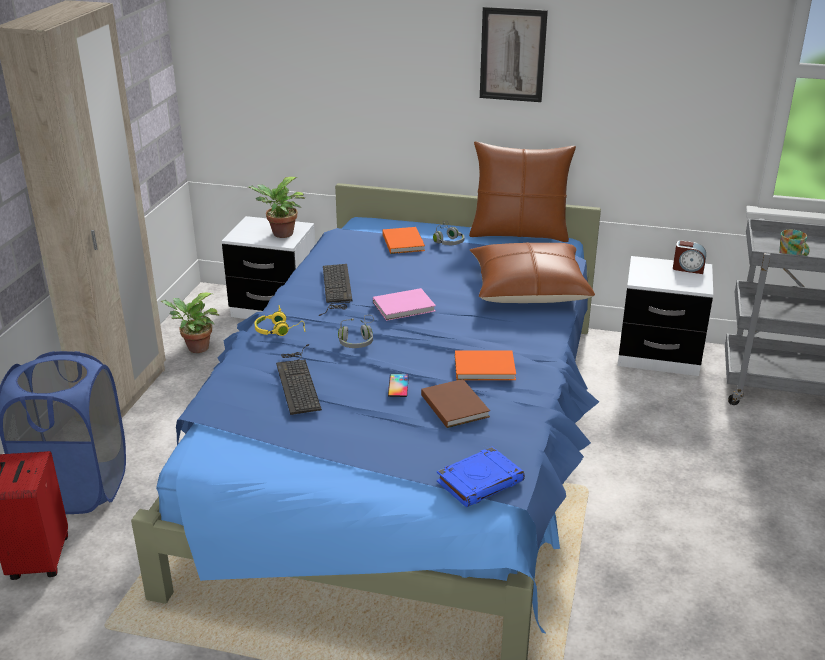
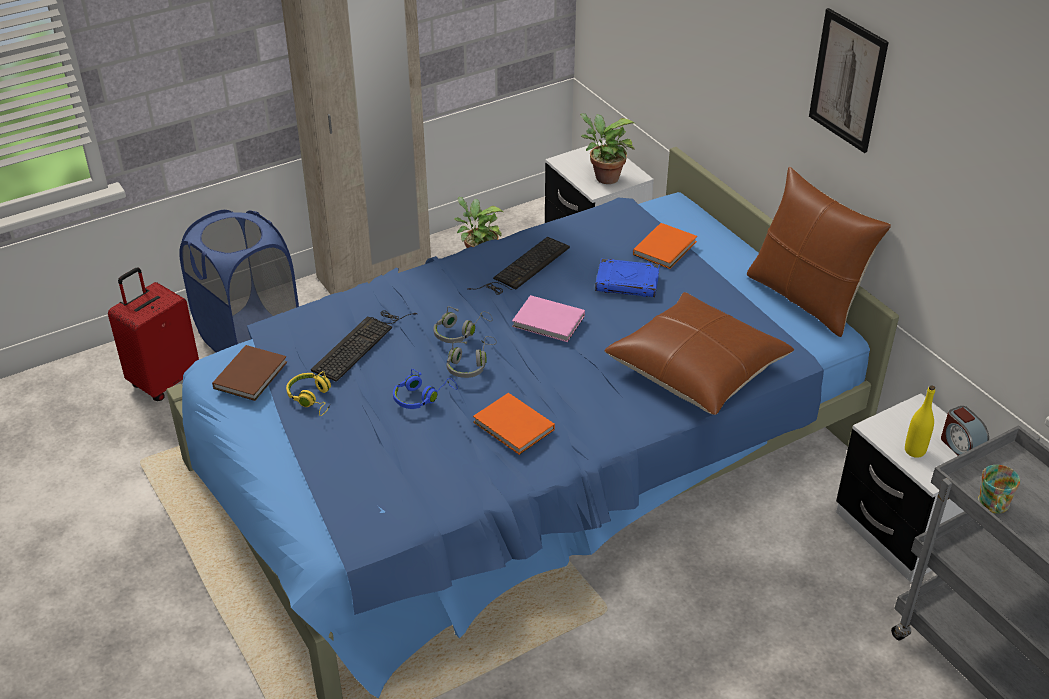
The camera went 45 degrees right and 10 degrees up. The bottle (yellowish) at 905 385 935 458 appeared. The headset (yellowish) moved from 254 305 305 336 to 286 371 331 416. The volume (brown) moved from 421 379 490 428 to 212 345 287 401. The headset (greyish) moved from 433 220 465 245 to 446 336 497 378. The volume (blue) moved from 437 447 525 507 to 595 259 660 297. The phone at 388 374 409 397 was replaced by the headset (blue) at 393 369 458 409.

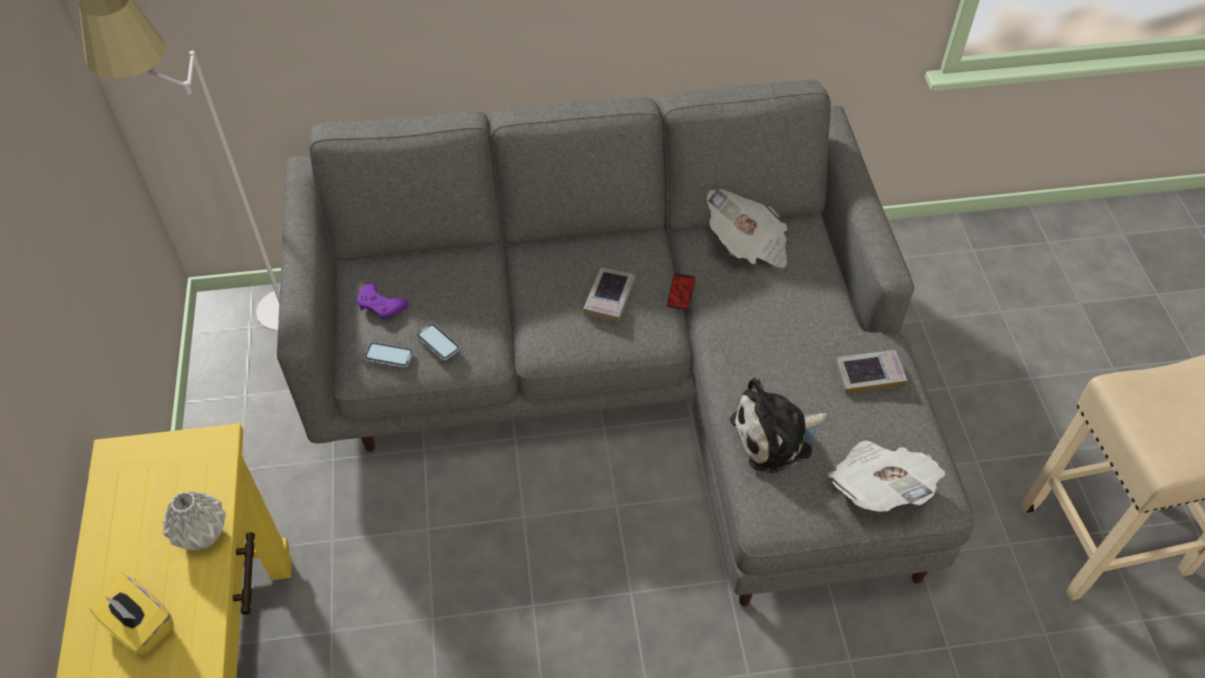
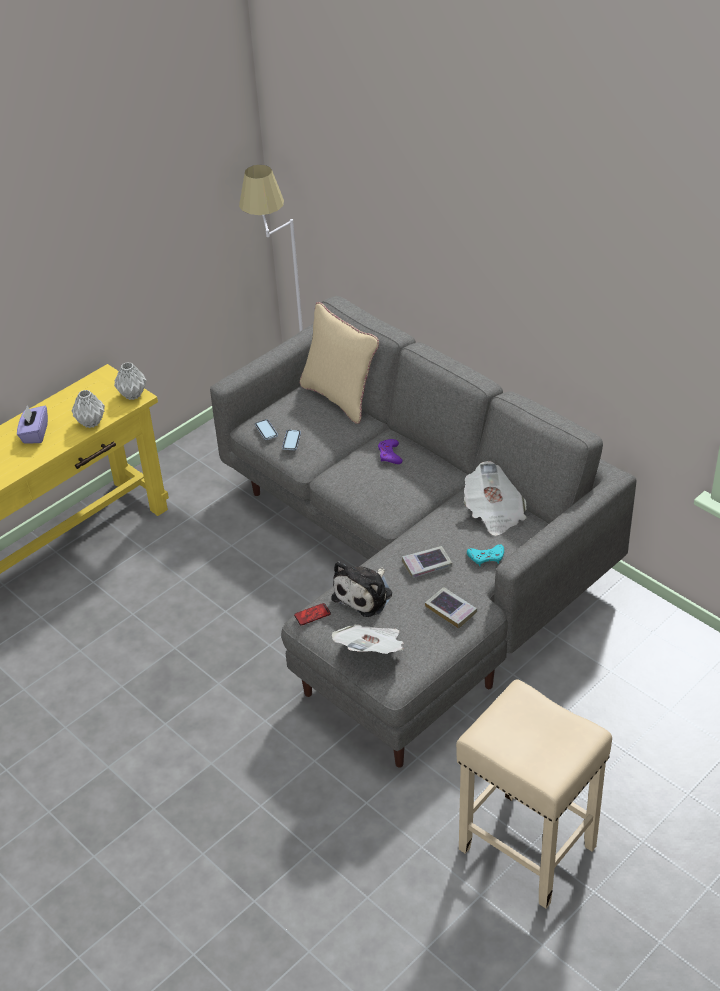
The camera went 55 degrees right and 10 degrees down. The flower vase (greyish) at 114 362 147 400 appeared. The throw pillow (beige-coloured) at 300 302 379 424 appeared. The joypad (blue-green) at 467 544 504 566 appeared. The joypad (purple-coloured) moved from 357 283 409 321 to 378 439 403 464. The volume moved from 583 268 636 322 to 402 546 452 578. The phone moved from 667 273 695 310 to 294 603 331 626. The tissue box (yellowish) at 89 572 174 655 became the tissue box (purple-coloured) at 17 406 48 444. The plush toy at 730 377 827 474 turned 90 degrees counterclockwise.

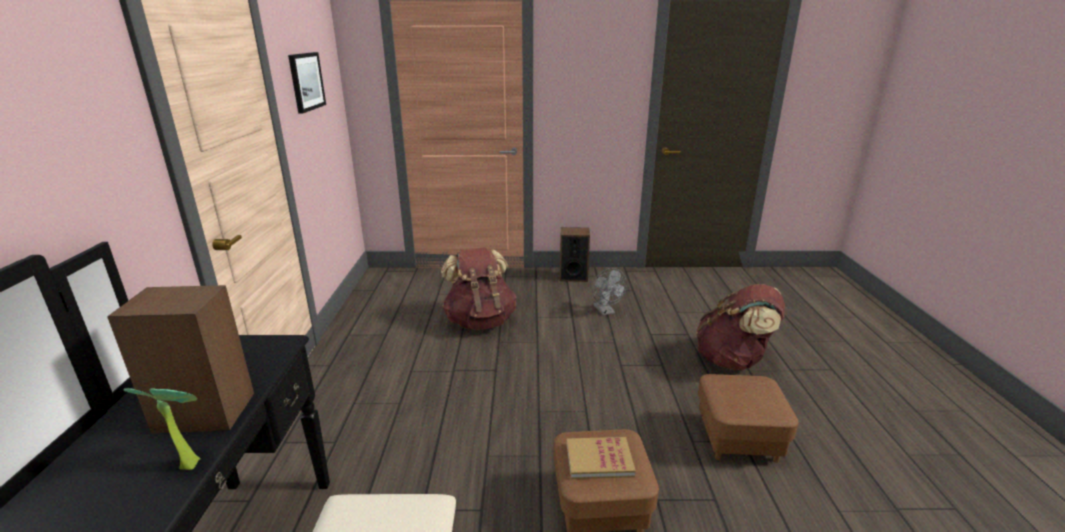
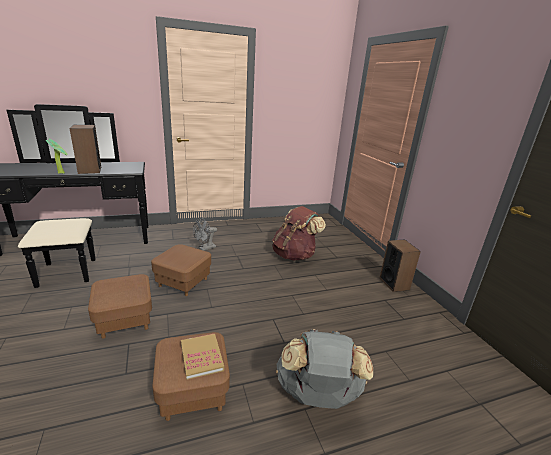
The camera went 70 degrees right and 0 degrees up. The wall picture at 288 52 326 114 disappeared. The ottoman (brown) at 151 244 211 296 appeared. The volume moved from 566 437 636 479 to 181 334 225 380. The cooling fan (greyish) moved from 592 268 627 316 to 193 217 217 251. The backpack (brown) at 696 284 785 370 became the backpack (greyish) at 276 329 373 409.

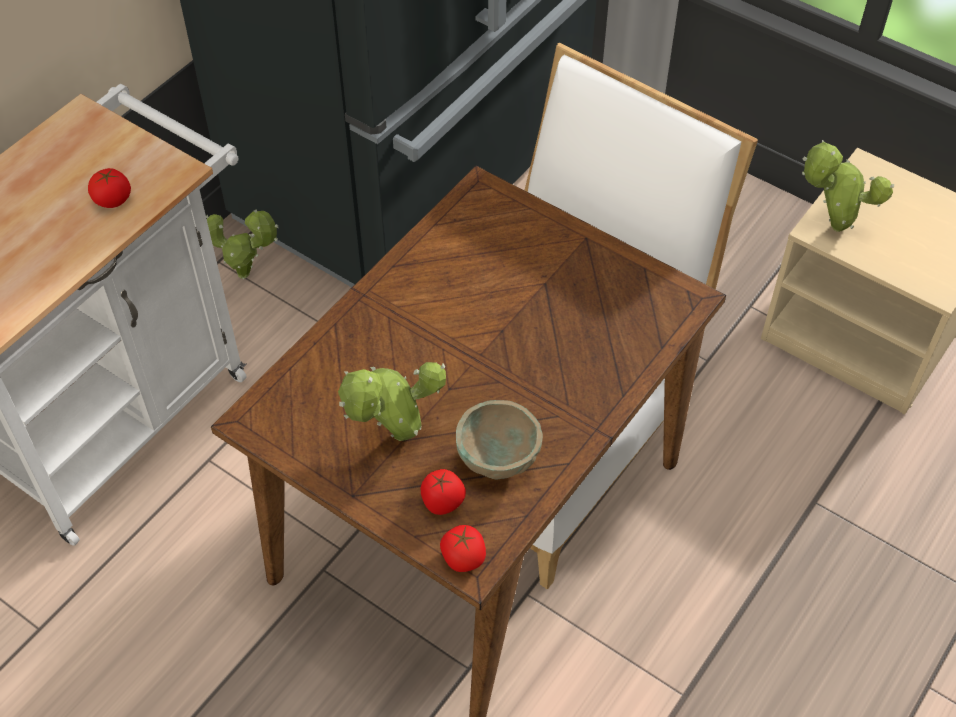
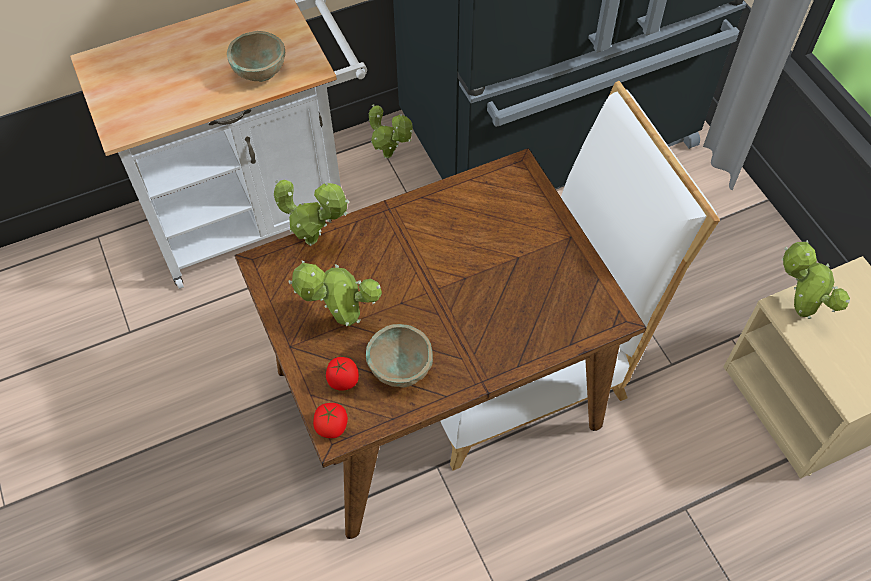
The camera went 30 degrees right and 5 degrees up. The plant in a pot at 274 180 349 246 appeared. The tomato at 88 168 131 208 was replaced by the deep dish (beige-coloured) at 227 31 285 82.

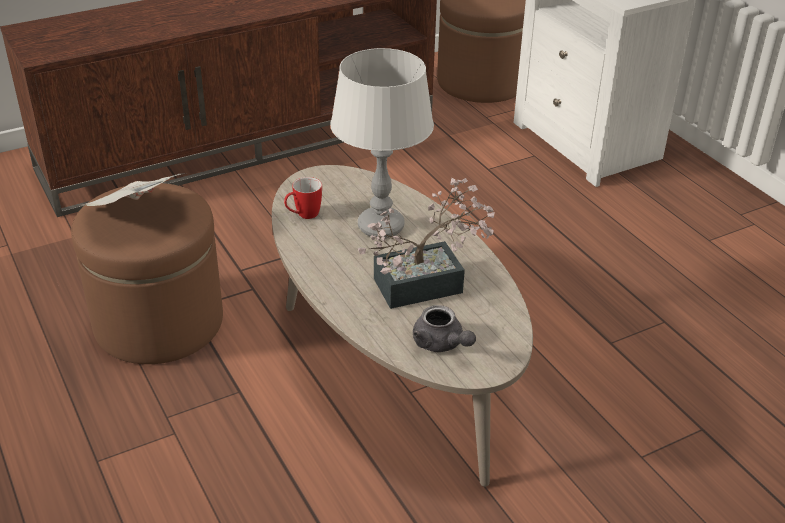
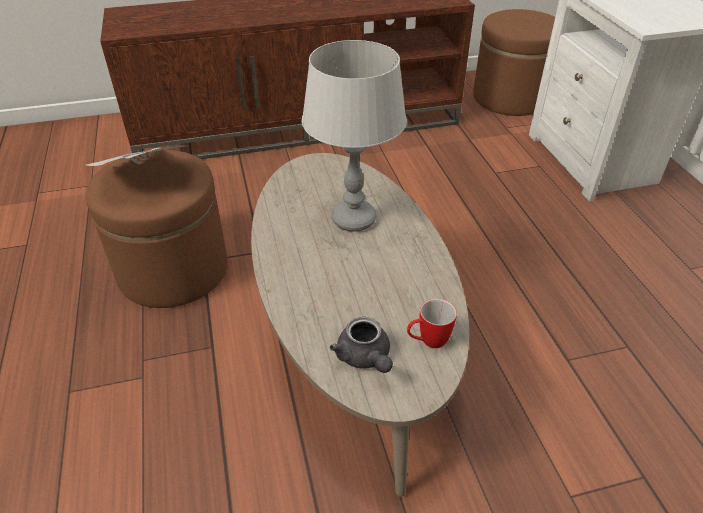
The camera went 15 degrees right and 5 degrees up. The plant in a pot at 358 178 494 309 disappeared. The mug moved from 284 177 322 219 to 407 299 457 348.

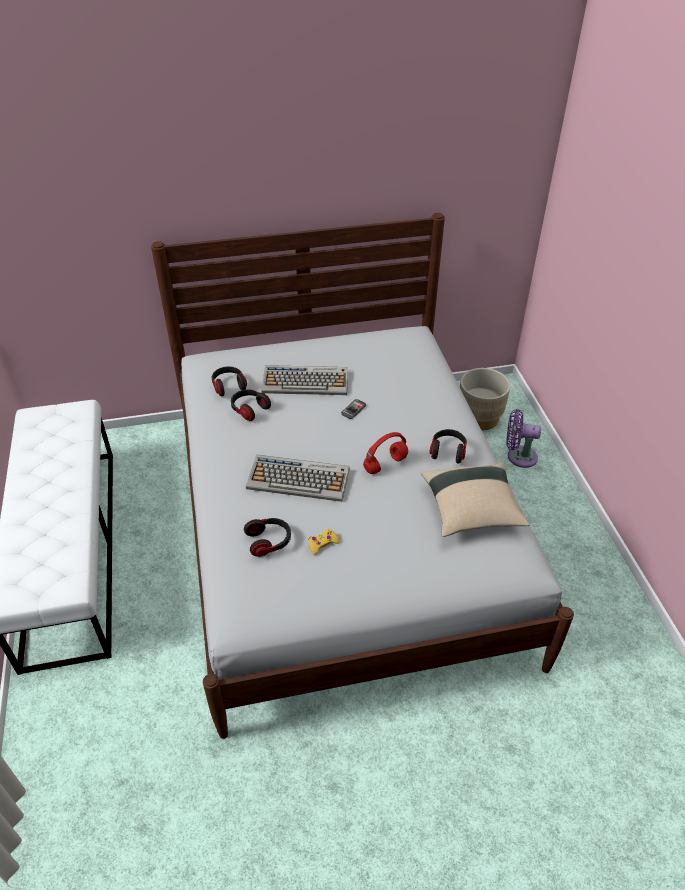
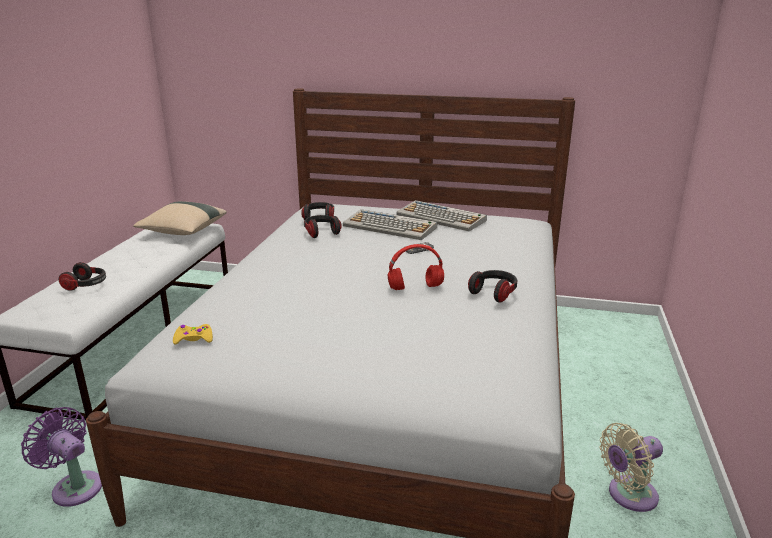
The camera went 25 degrees right and 20 degrees down. The plant pot (beige-coloured) at 460 368 510 431 disappeared. The cooling fan (beige-coloured) at 599 423 663 512 appeared. The headset moved from 244 518 291 557 to 59 262 106 291. The keyboard moved from 246 455 350 502 to 396 200 487 231. The joypad (yellowish) moved from 309 529 340 555 to 173 324 213 344. The throw pillow (beige-coloured) moved from 421 463 529 537 to 133 201 227 235. The cooling fan (purple-coloured) moved from 506 409 541 468 to 21 407 102 507.

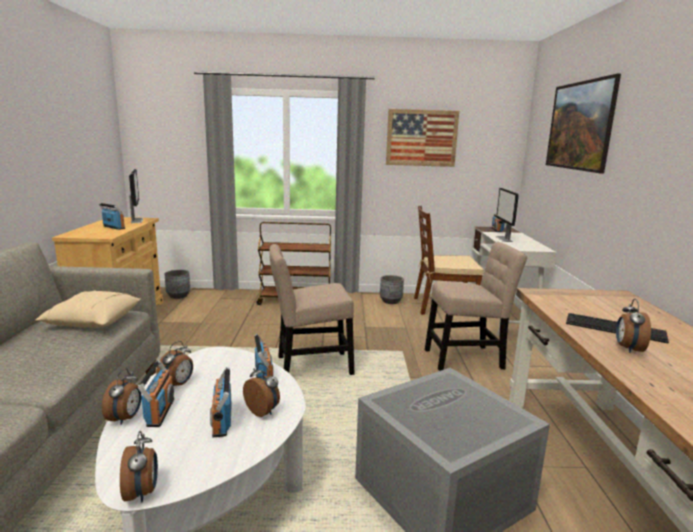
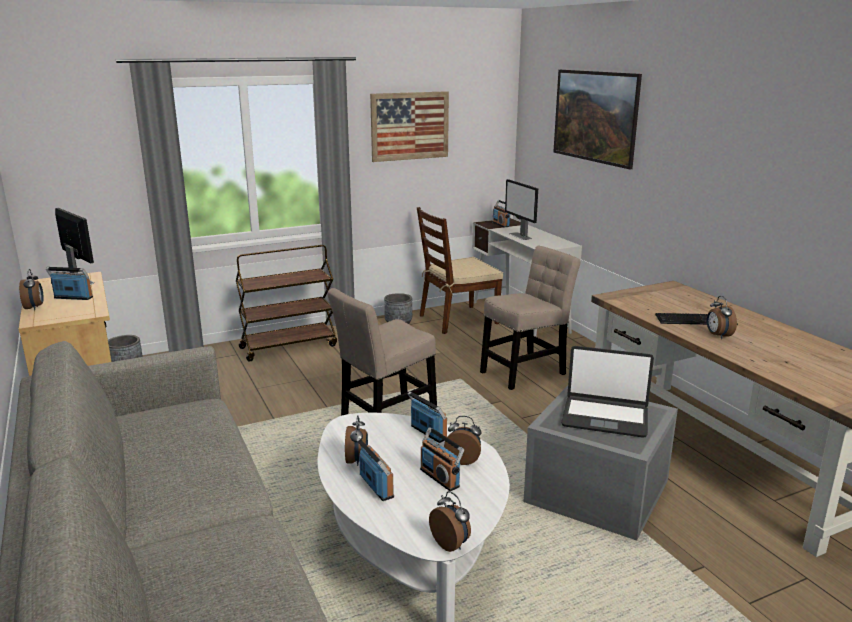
The camera went 25 degrees left and 5 degrees up. The throw pillow (beige-coloured) at 36 290 141 328 disappeared. The portable computer at 561 346 654 437 appeared. The bedside clock moved from 102 368 142 425 to 19 269 44 310.

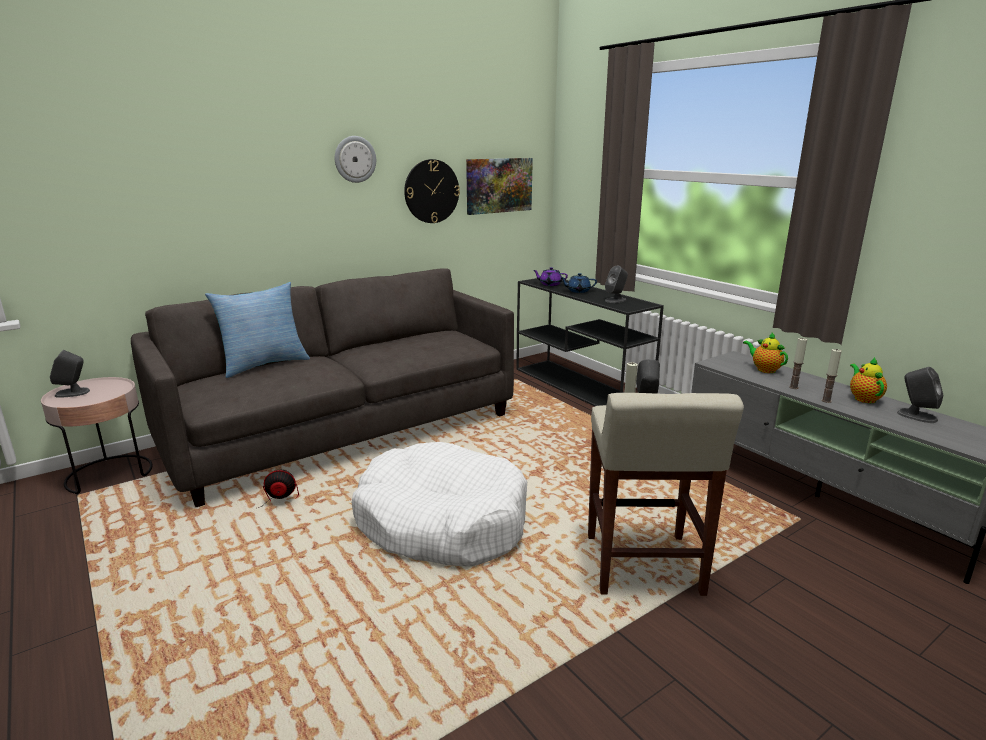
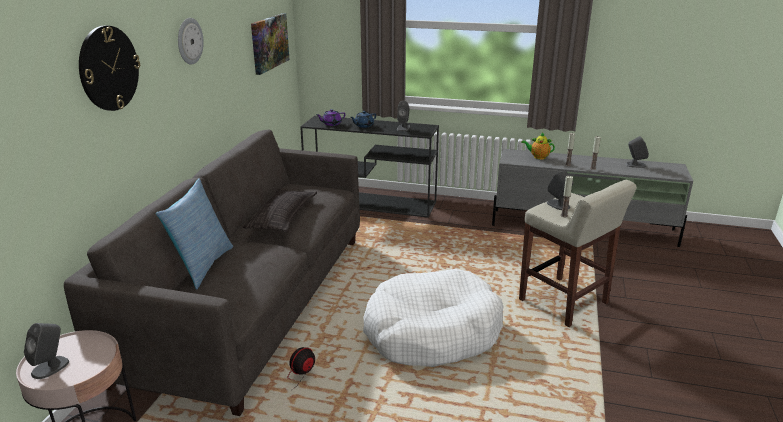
The camera went 40 degrees left and 5 degrees up. The teapot at 850 357 887 403 disappeared. The throw pillow at 242 189 317 232 appeared. The clock on the wall moved from 404 159 460 223 to 79 26 140 111.

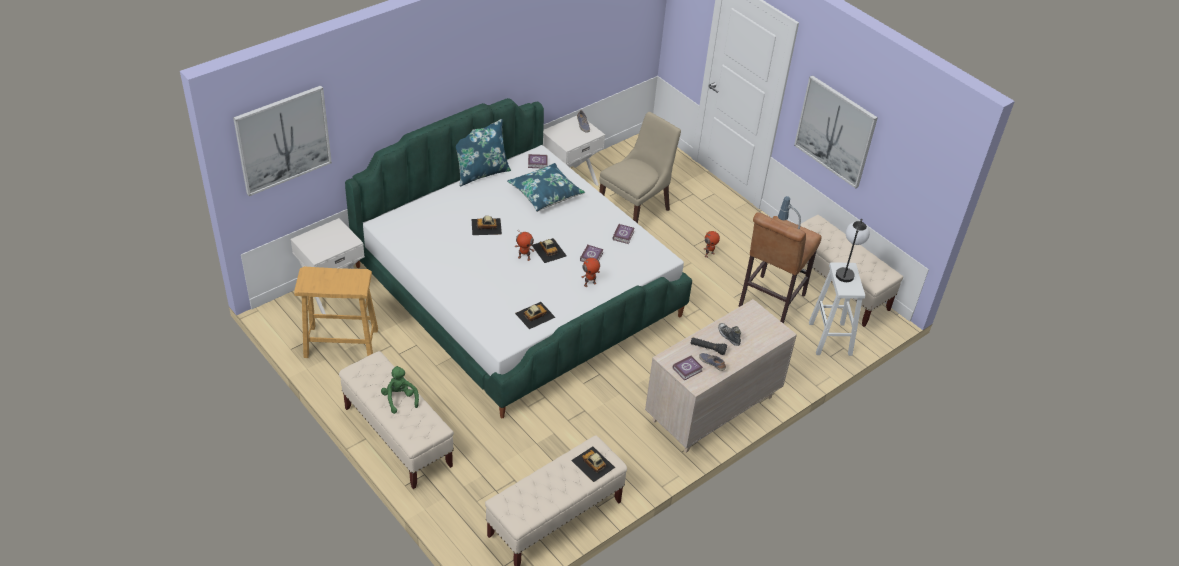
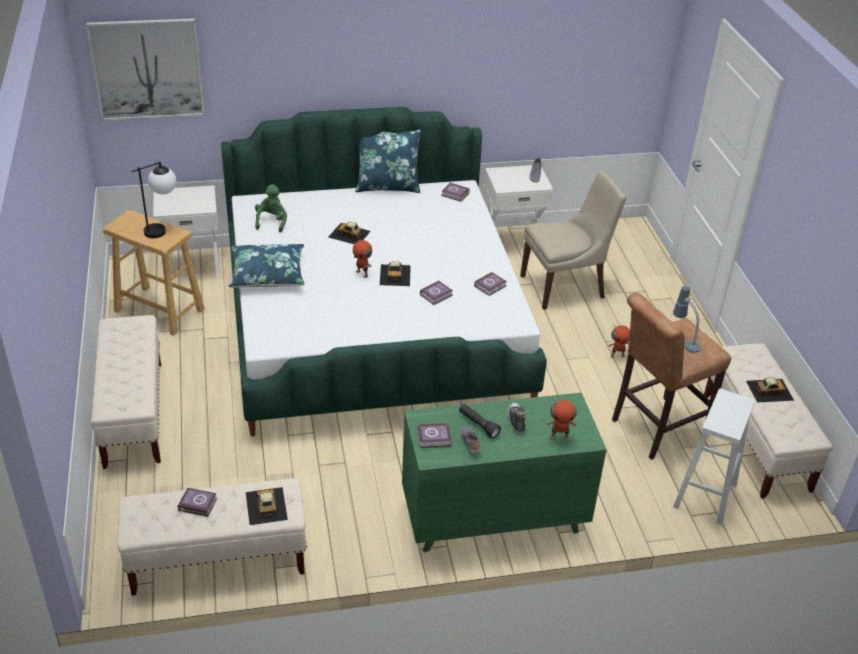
The camera went 30 degrees right and 5 degrees down. The wall picture at 794 75 878 188 disappeared. The volume at 178 488 217 517 appeared. The plush toy (greenish) moved from 381 366 419 414 to 255 184 287 232. The throw pillow (blue) moved from 507 163 585 212 to 229 244 305 288. The toy car moved from 515 302 556 329 to 746 377 794 403. The robot figure moved from 581 258 600 287 to 547 398 577 441. The table lamp moved from 836 219 870 282 to 131 161 176 238. The drawer chest (beige-coloured) at 645 299 797 453 became the drawer chest (greenish) at 402 393 607 552.

